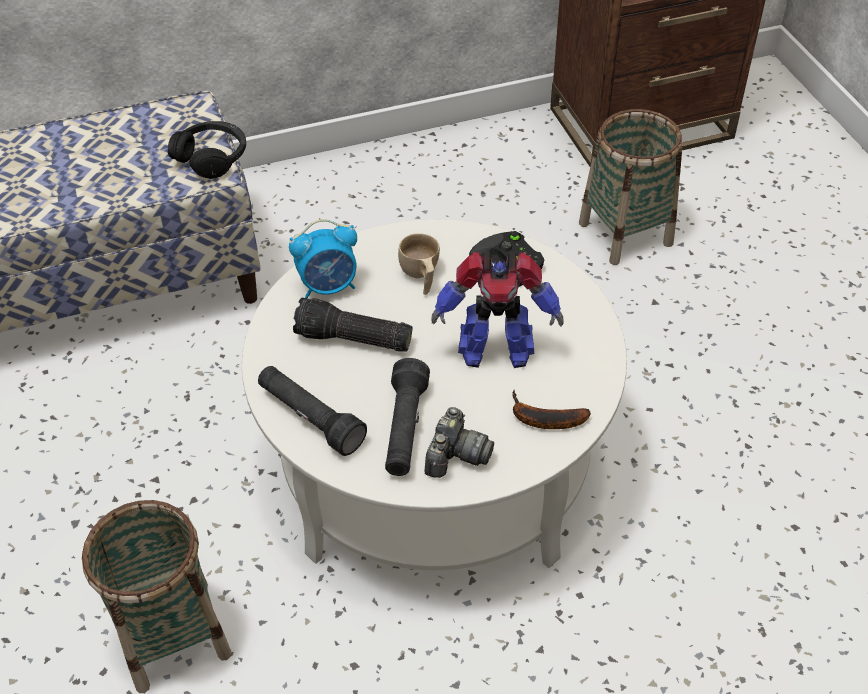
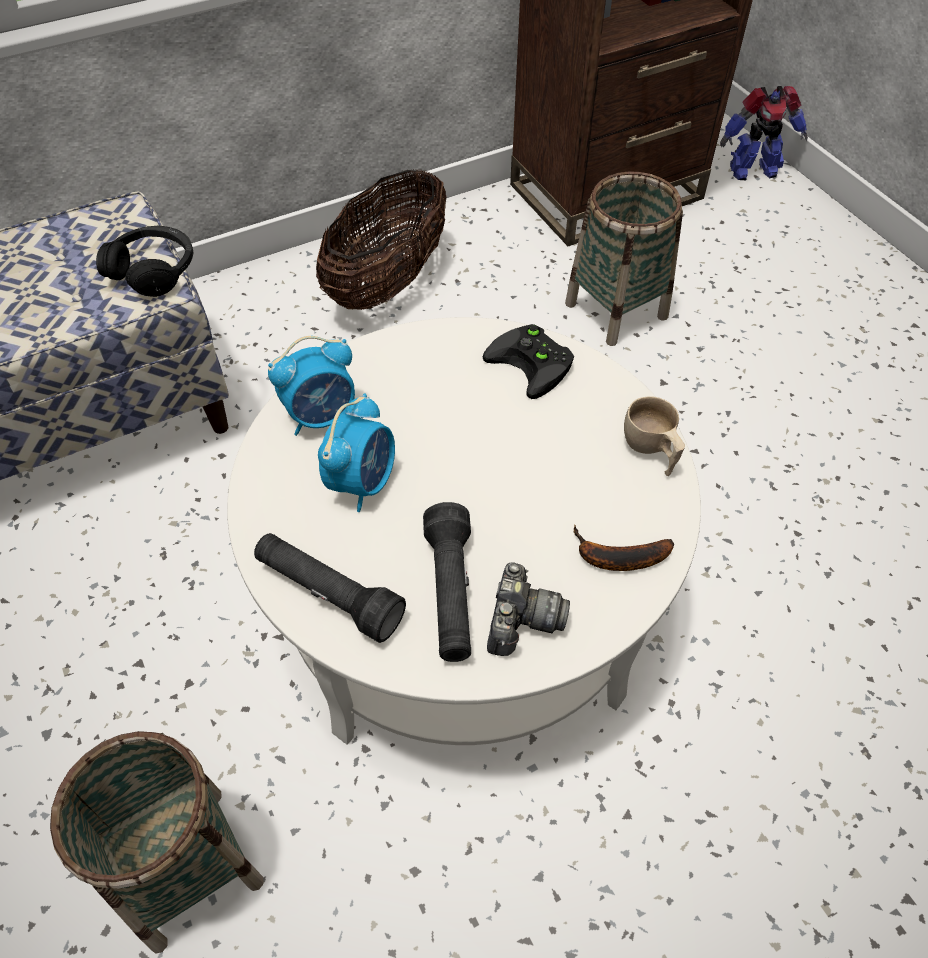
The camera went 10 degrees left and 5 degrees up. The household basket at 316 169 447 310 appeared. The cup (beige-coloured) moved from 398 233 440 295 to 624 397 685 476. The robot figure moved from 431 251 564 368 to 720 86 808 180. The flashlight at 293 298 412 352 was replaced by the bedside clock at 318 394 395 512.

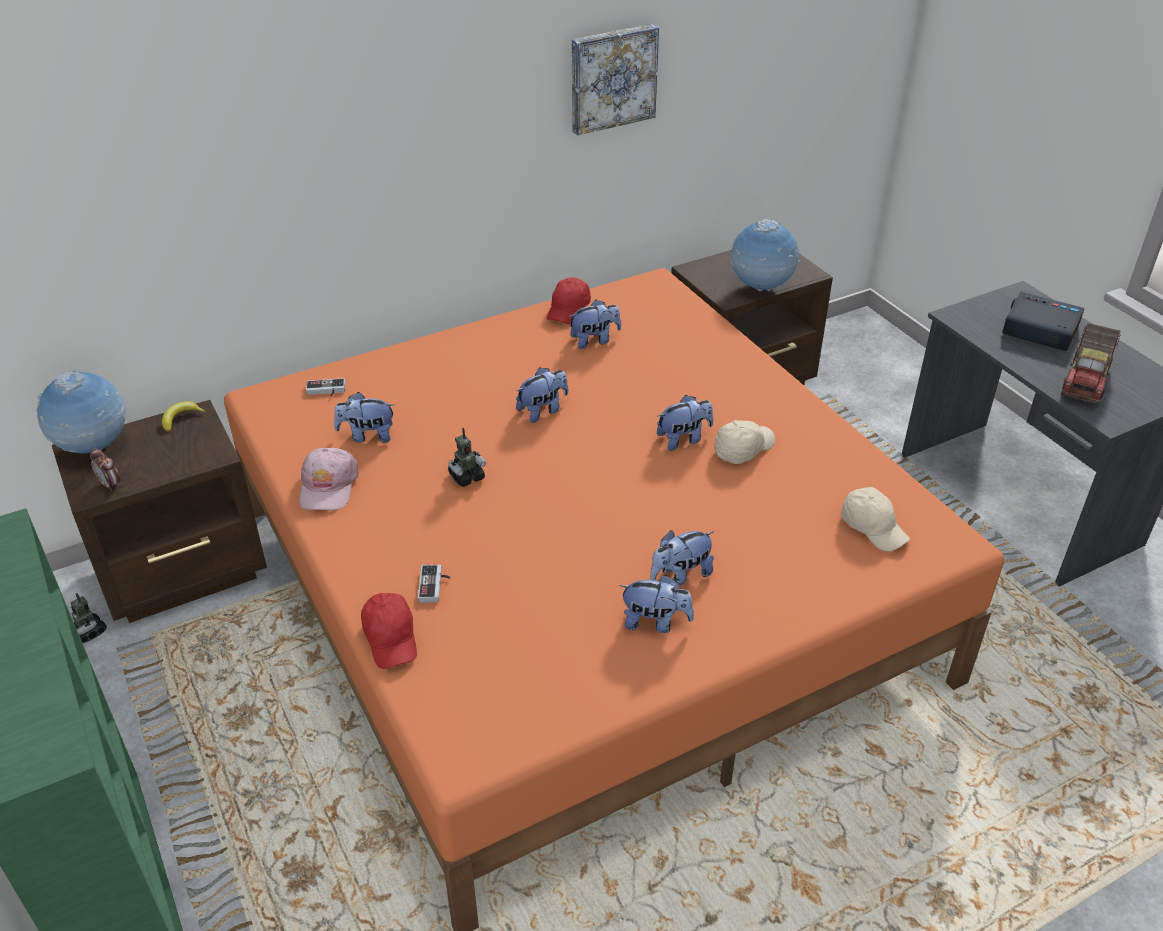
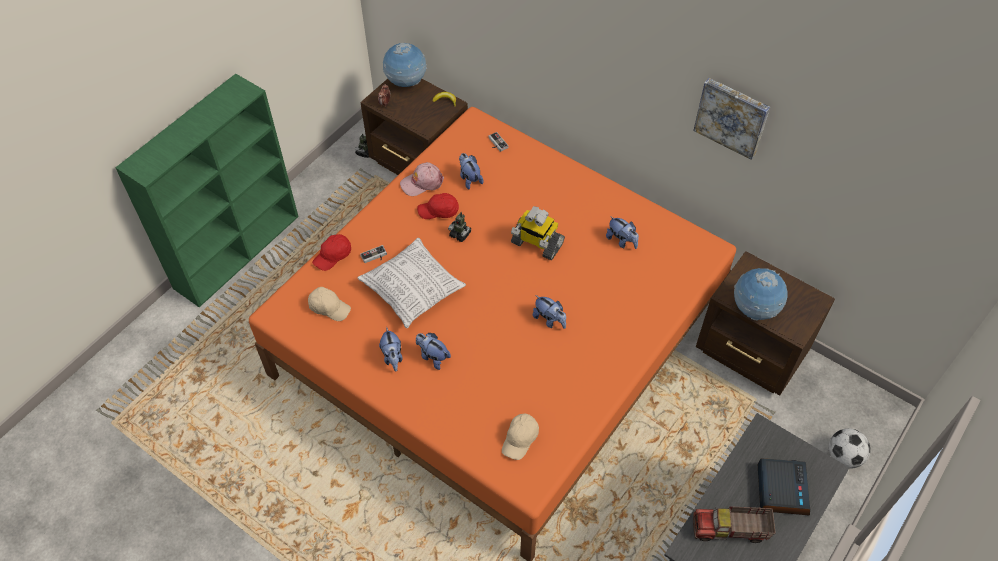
The camera went 65 degrees right and 15 degrees up. The throw pillow at 357 238 466 328 appeared. The football ball at 829 428 871 469 appeared. The baseball cap (red-coloured) moved from 547 277 591 324 to 417 193 459 219. The baseball cap (beige-coloured) moved from 714 420 775 464 to 308 287 351 321. The plush toy at 516 367 568 423 was replaced by the robot figure at 511 206 565 260.

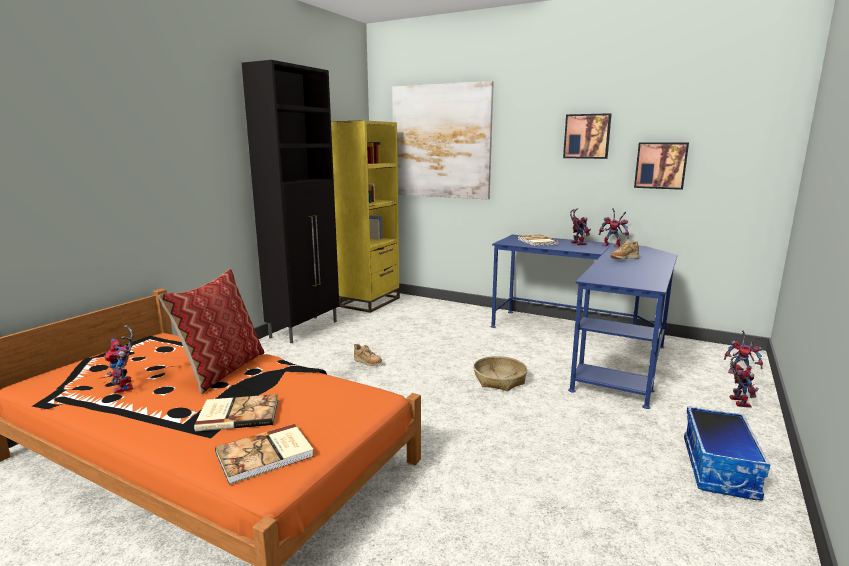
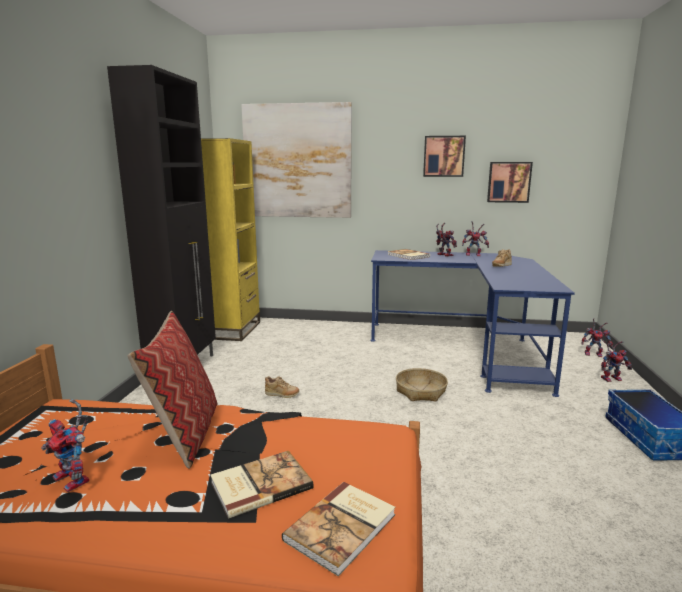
The camera went 20 degrees left and 0 degrees up. The robot figure at 730 355 759 408 turned 90 degrees clockwise.

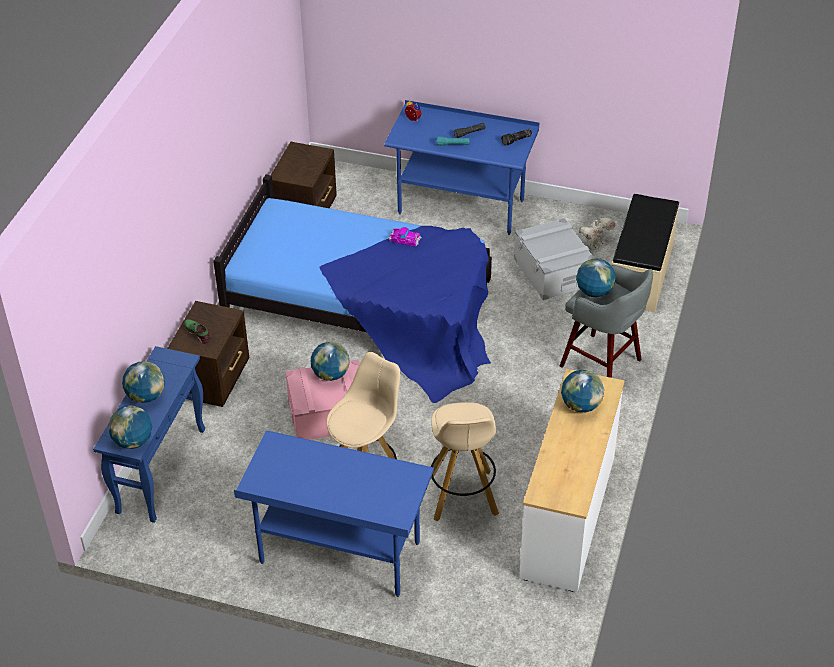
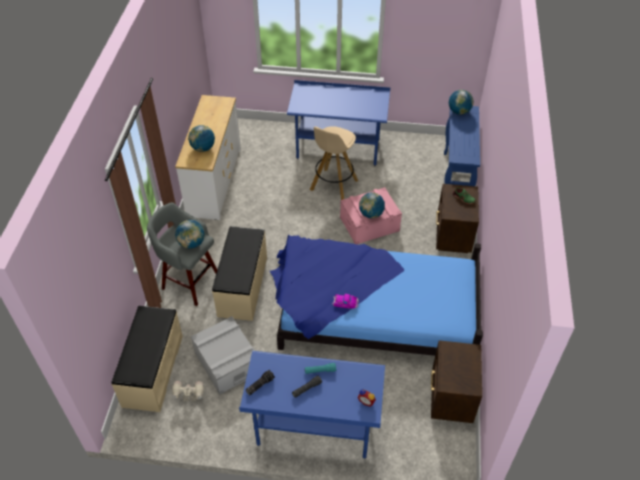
The camera went 170 degrees right and 5 degrees up. The globe at 122 361 165 403 disappeared. The sitting stool (beige-coloured) at 431 402 499 521 disappeared. The bench (beige-coloured) at 212 226 267 321 appeared. The robot figure at 579 217 615 250 turned 45 degrees clockwise.

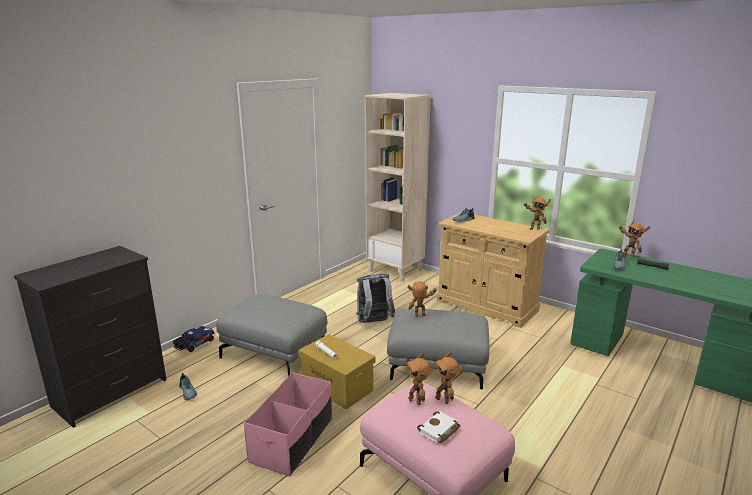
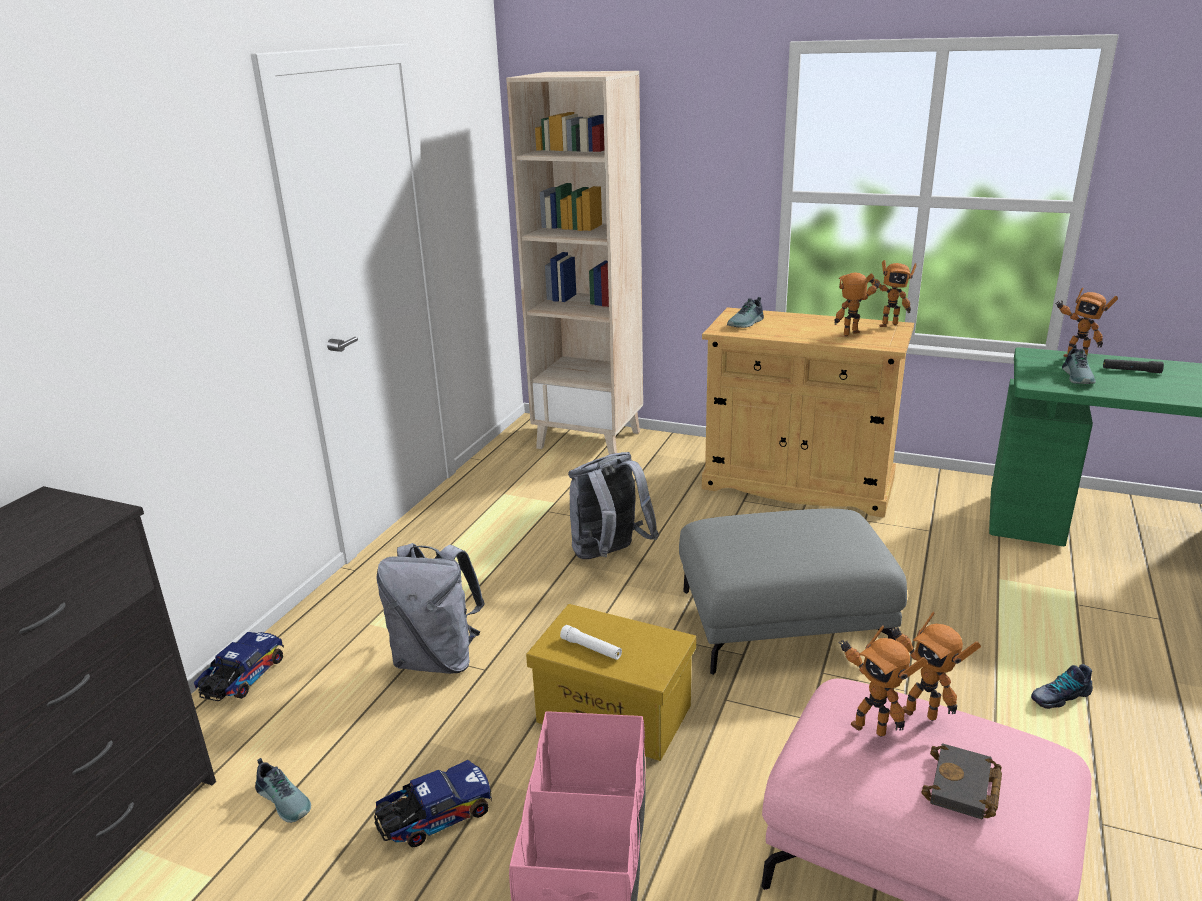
The camera went 15 degrees left and 5 degrees up. The toy lorry at 374 760 492 847 appeared. The shoe at 1031 664 1093 709 appeared. The robot figure moved from 407 282 437 317 to 834 273 880 336. The ottoman (greyish) at 216 294 328 376 was replaced by the backpack (greyish) at 376 543 485 674. The volume (whitish) at 417 411 460 443 became the volume (black-coloured) at 922 743 1002 820.

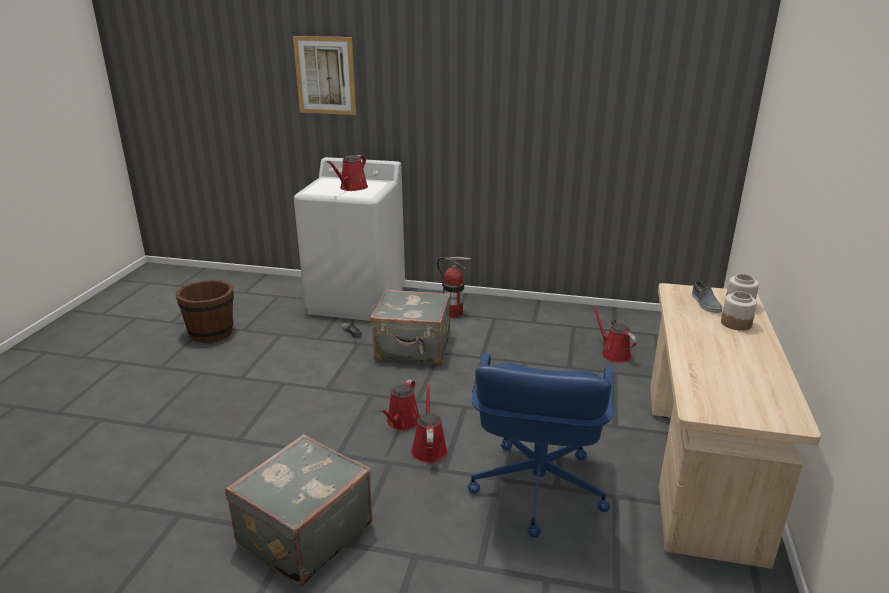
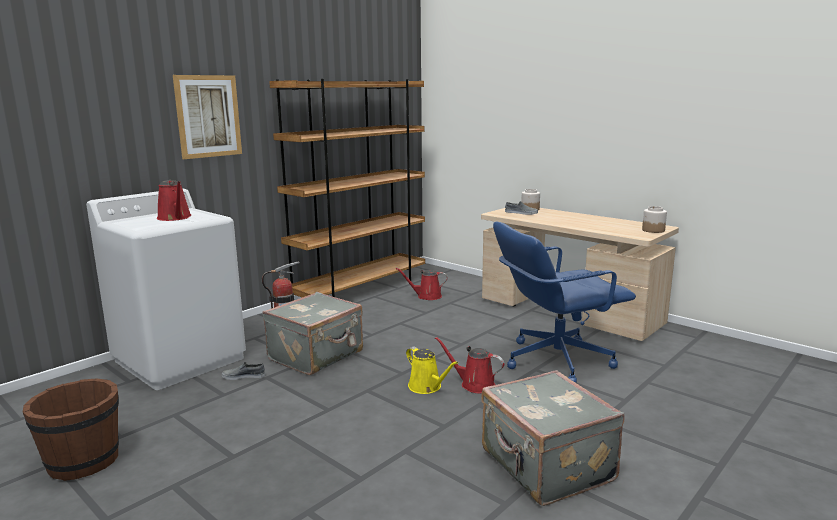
The camera went 60 degrees left and 10 degrees down. The shelving unit (brown) at 269 79 425 301 appeared. The wall picture moved from 293 36 356 115 to 173 75 242 159. The jar moved from 721 291 757 331 to 642 206 667 233. The watering pot (red-coloured) at 379 379 420 431 became the watering pot (yellowish) at 406 347 458 394. The computer chair (blue) at 468 353 614 538 turned 120 degrees clockwise.

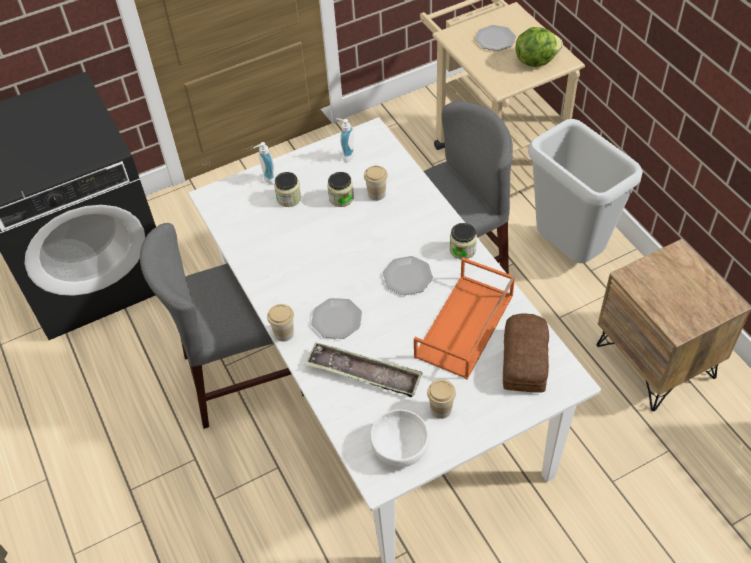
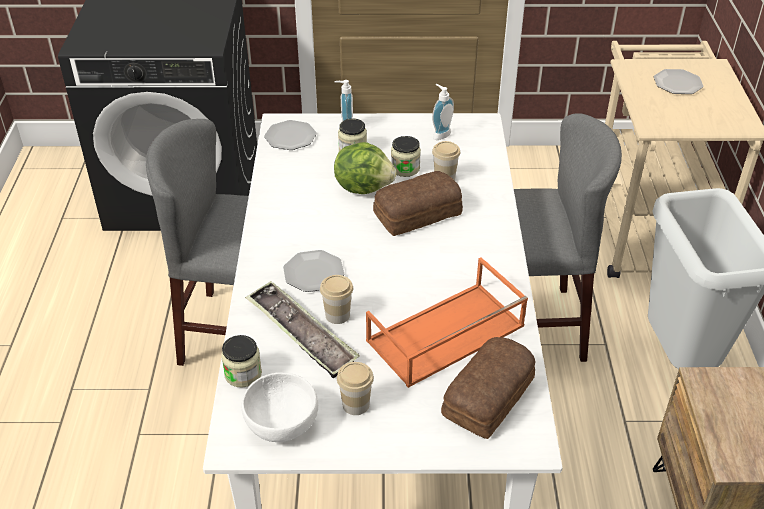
The camera went 25 degrees right and 10 degrees down. The bakery bread at 373 171 463 236 appeared. The cup moved from 267 304 294 342 to 320 275 353 324. The plate moved from 383 256 433 295 to 264 120 317 150. The jar moved from 450 223 477 259 to 221 335 262 388. The lettuce head moved from 516 27 563 67 to 334 142 396 194.

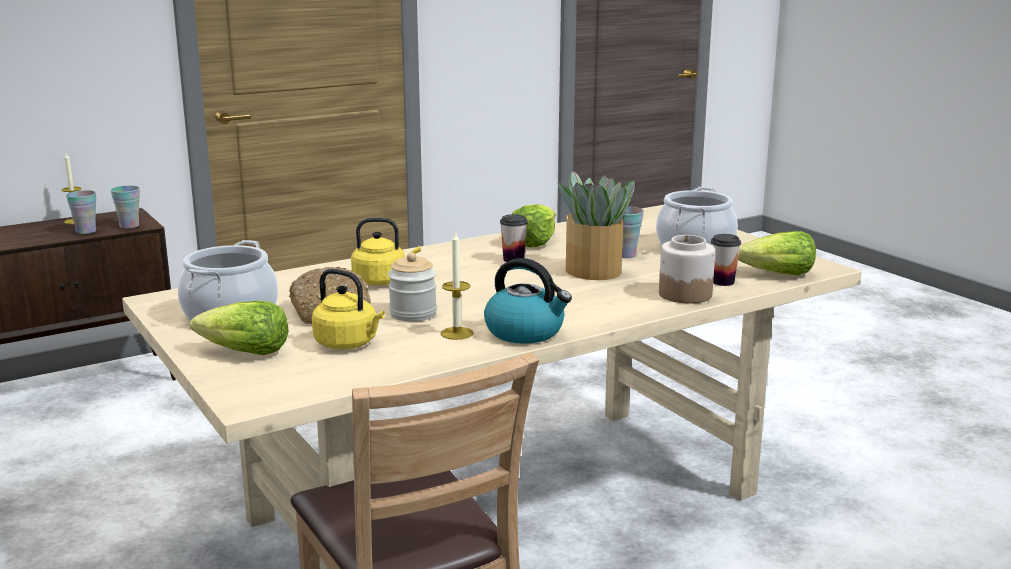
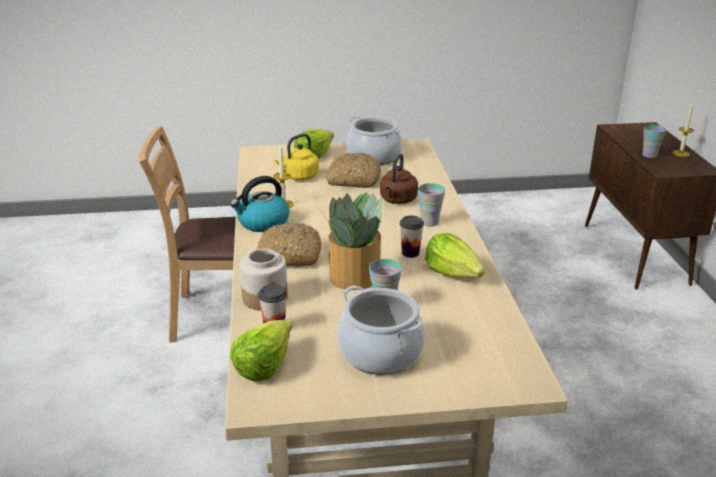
The camera went 115 degrees right and 10 degrees up. The jar at 388 252 437 322 disappeared. The bakery bread at 256 222 321 267 appeared. The cup moved from 111 186 140 228 to 418 183 445 227. The water kettle (yellowish) at 351 218 421 286 became the water kettle (brown) at 380 154 418 204.

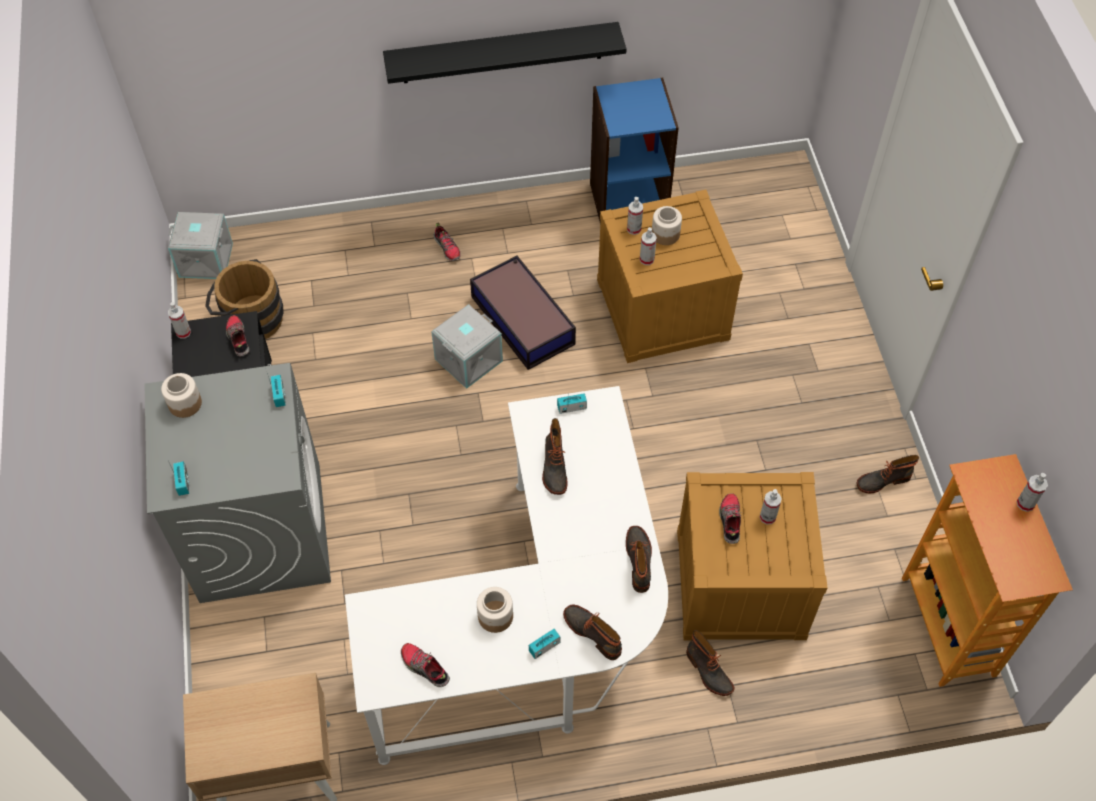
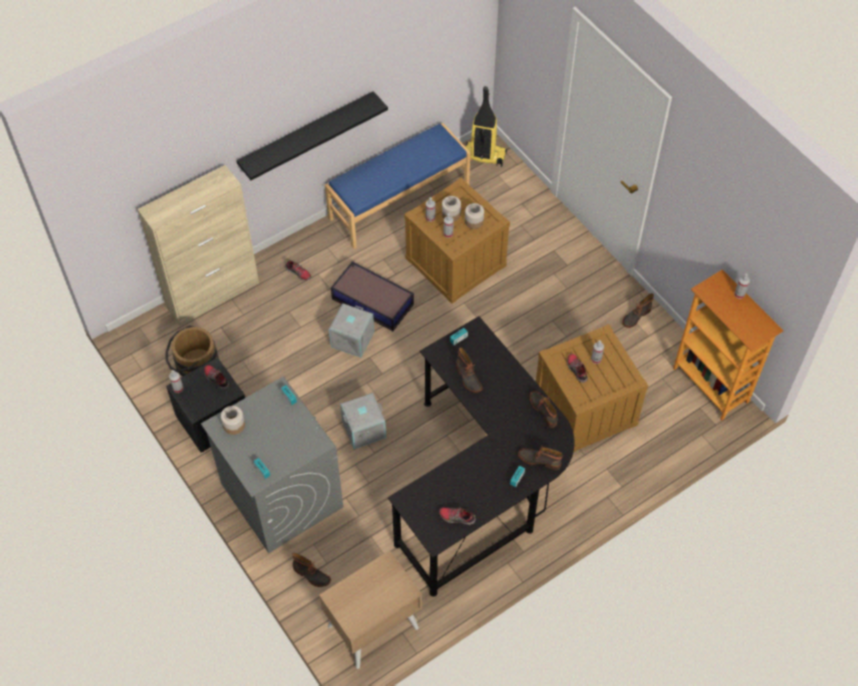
The camera went 25 degrees left and 0 degrees up. The cupboard (beige-coloured) at 137 165 259 326 appeared. The vacuum at 466 86 507 167 appeared. The storage container (greyish) moved from 168 212 233 279 to 340 393 386 449. The jar moved from 477 587 513 633 to 465 203 484 229. The tall boot moved from 686 630 735 696 to 292 553 331 587. The shelving unit (blue) at 590 78 679 222 was replaced by the bench (blue) at 325 123 470 249. The desk (whitish) at 345 386 668 765 became the desk (black-coloured) at 388 316 574 597.

